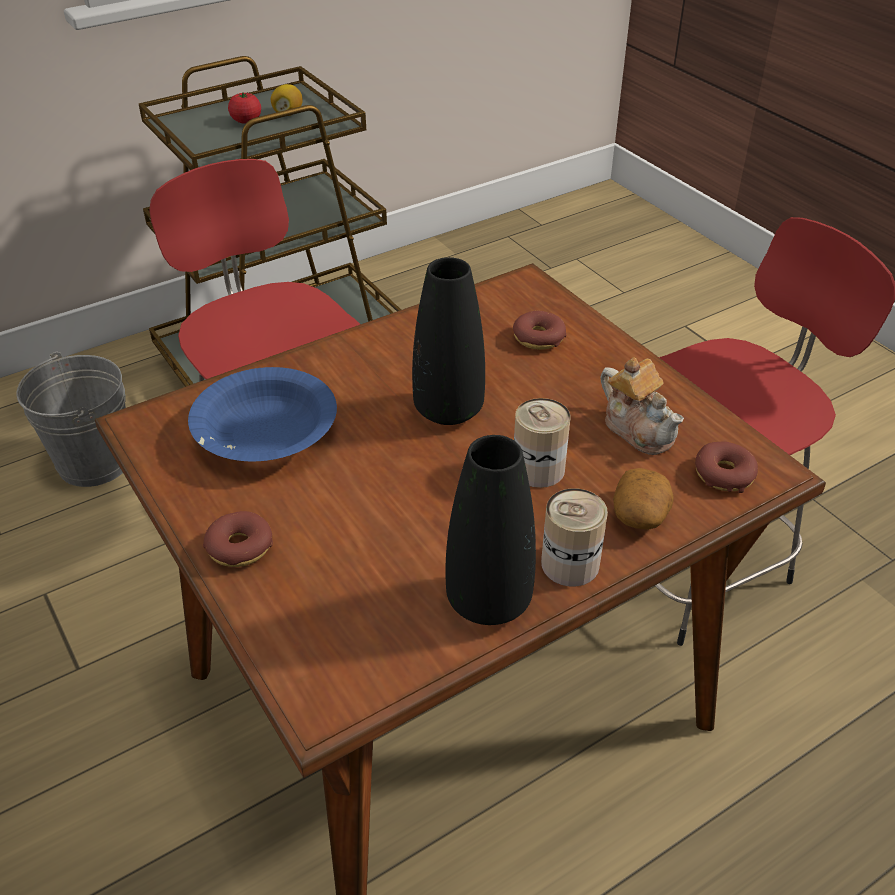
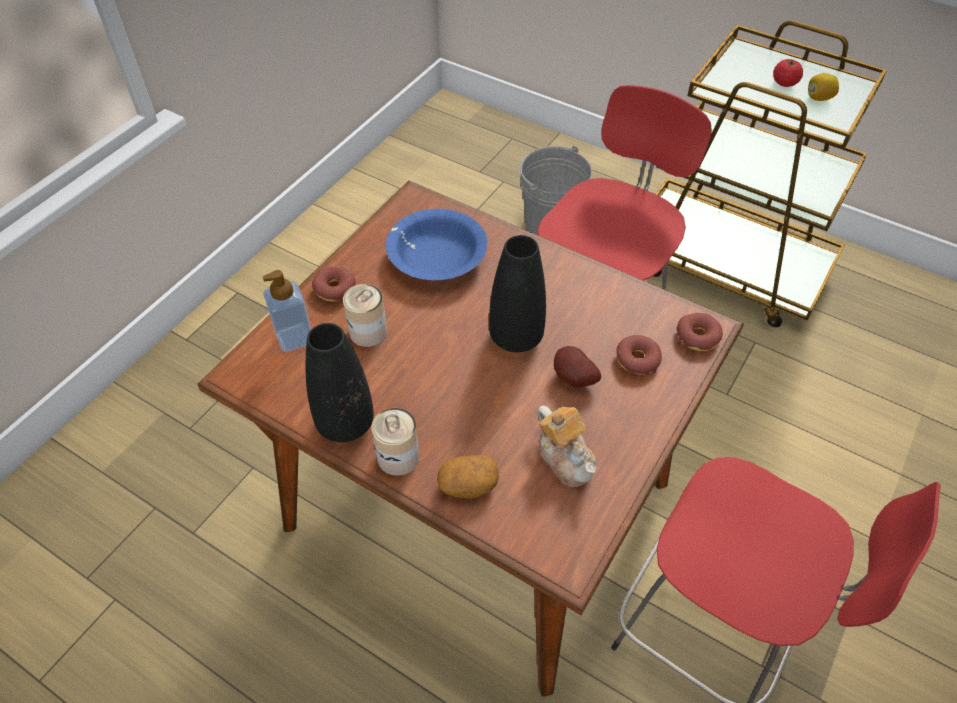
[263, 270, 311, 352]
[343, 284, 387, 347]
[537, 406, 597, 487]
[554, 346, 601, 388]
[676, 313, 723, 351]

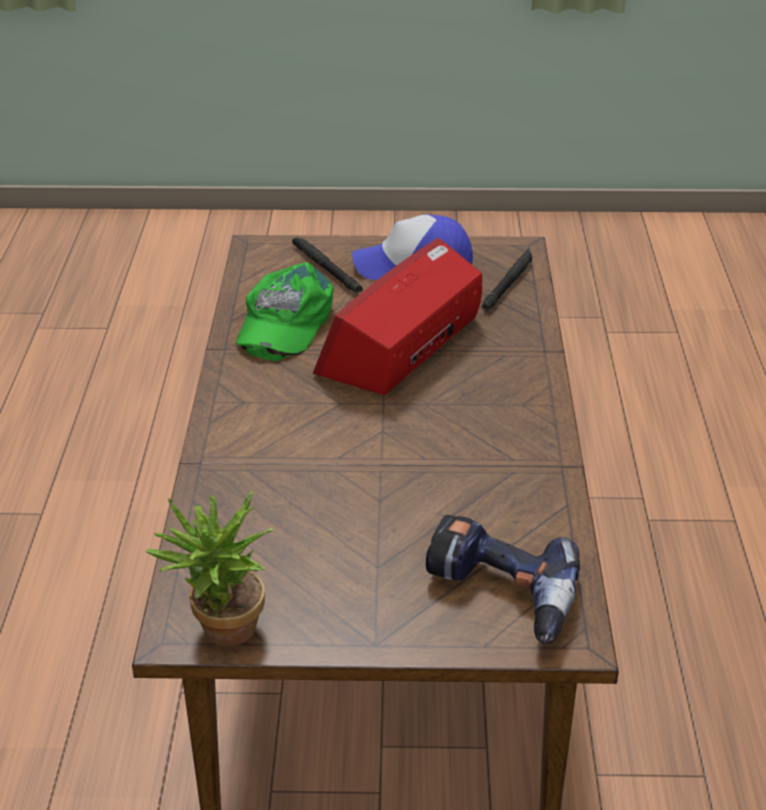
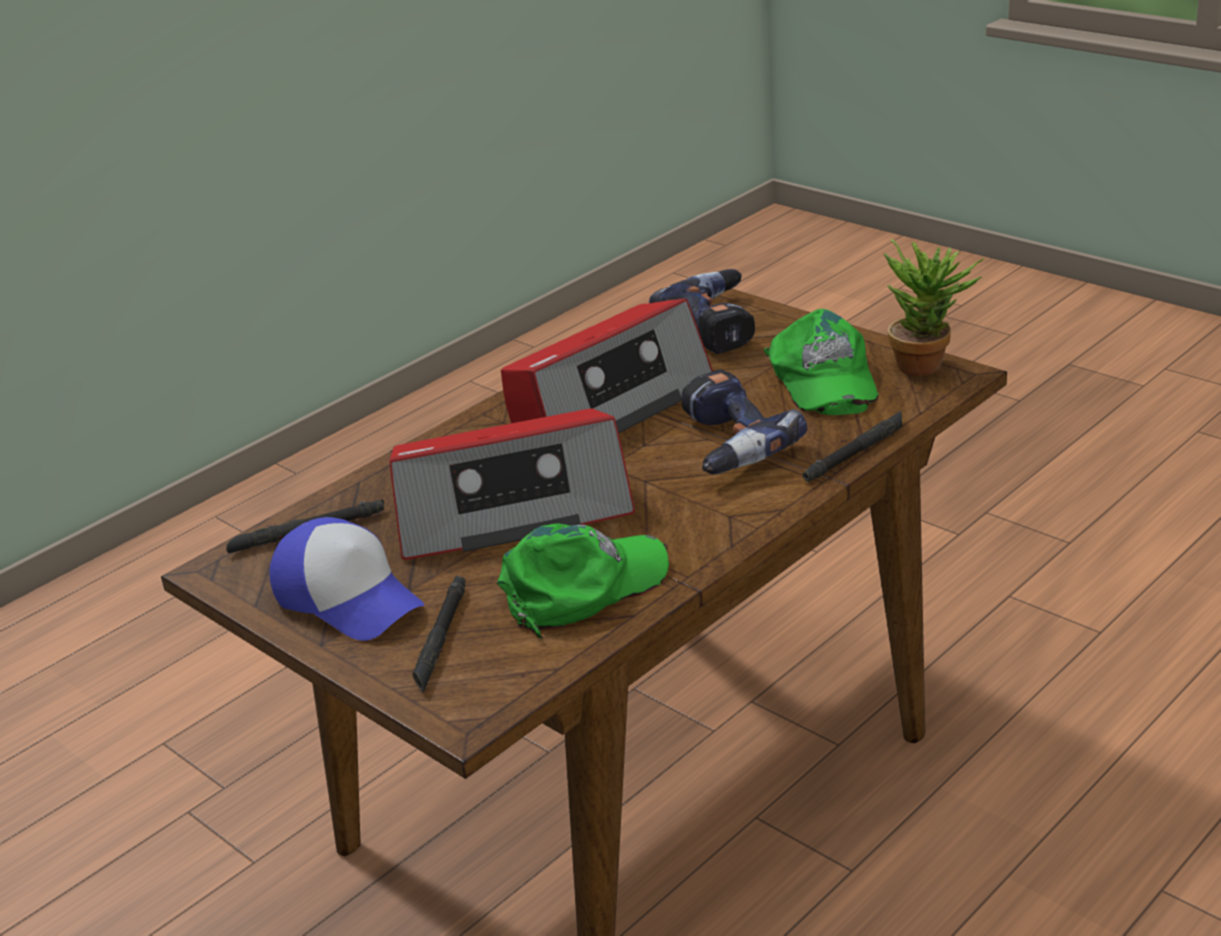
[501, 299, 713, 433]
[681, 369, 807, 474]
[764, 309, 878, 415]
[802, 410, 902, 482]

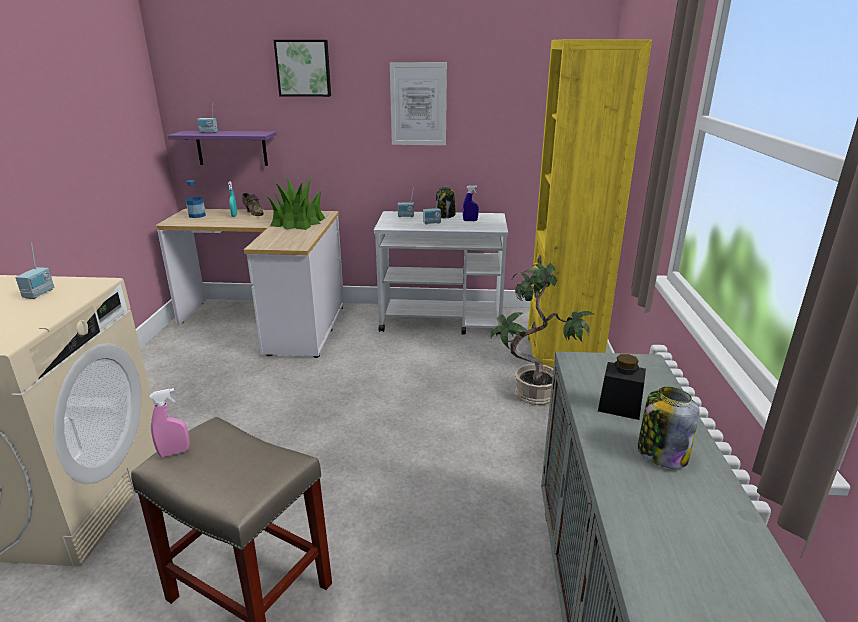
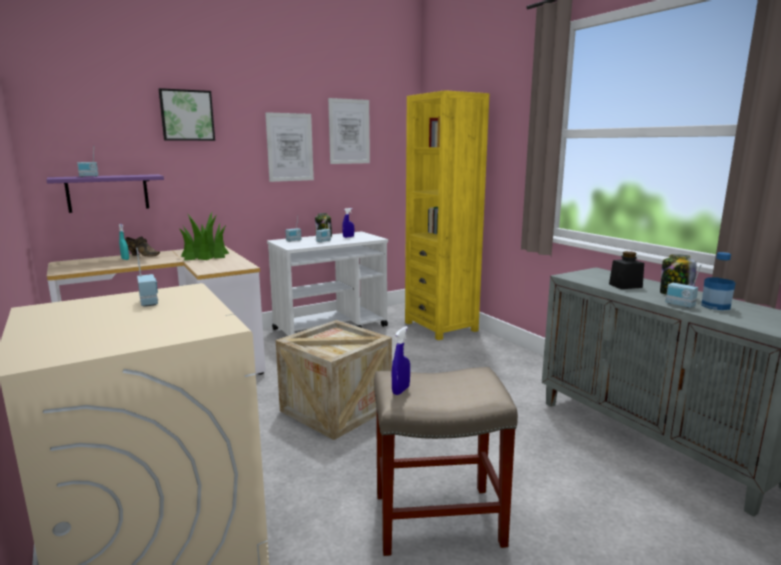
[276, 320, 392, 440]
[328, 98, 370, 164]
[392, 326, 410, 395]
[666, 265, 701, 308]
[701, 252, 736, 310]
[491, 263, 595, 405] (first image)

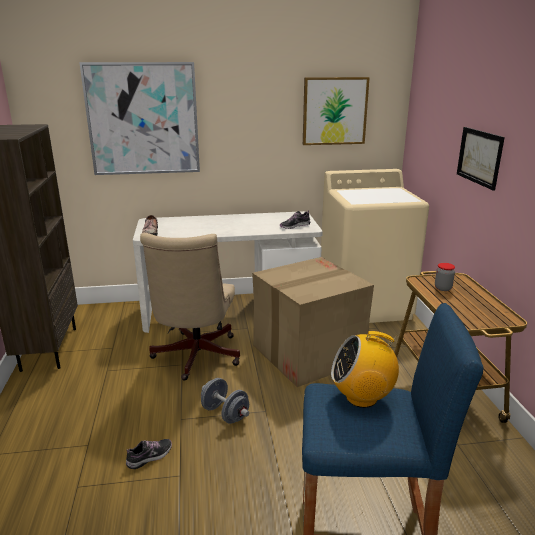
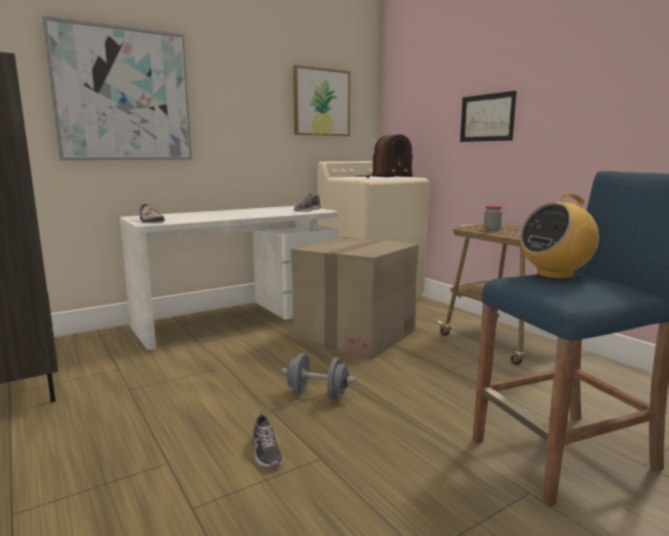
[252, 411, 283, 468]
[361, 134, 413, 178]
[140, 233, 240, 381] (first image)

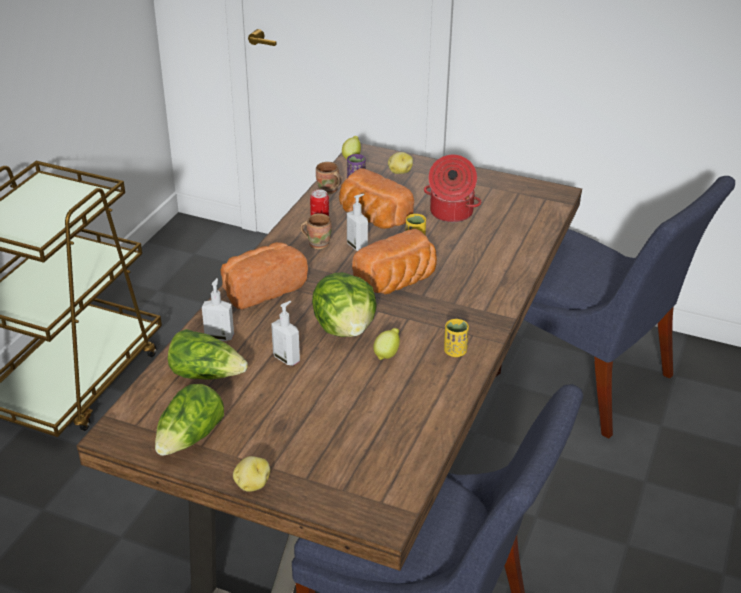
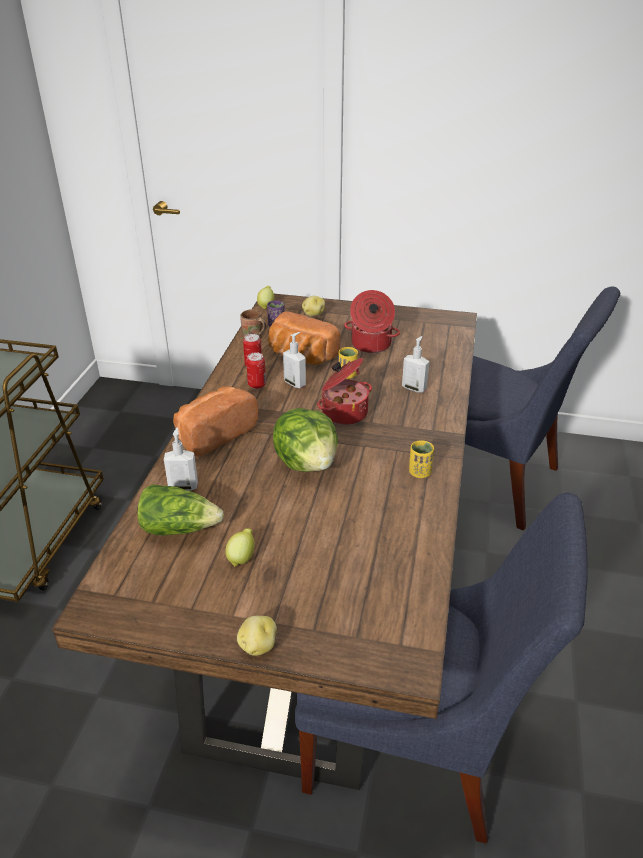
[225, 528, 255, 567]
[246, 352, 266, 389]
[317, 358, 372, 425]
[402, 336, 430, 393]
[155, 384, 224, 456] (first image)

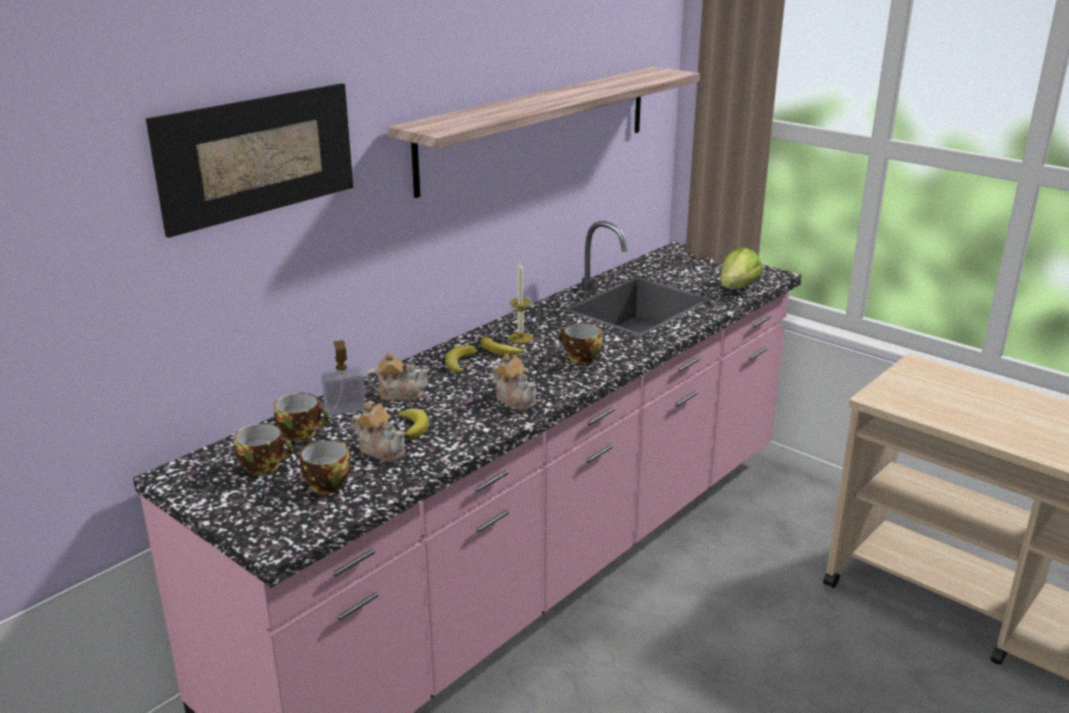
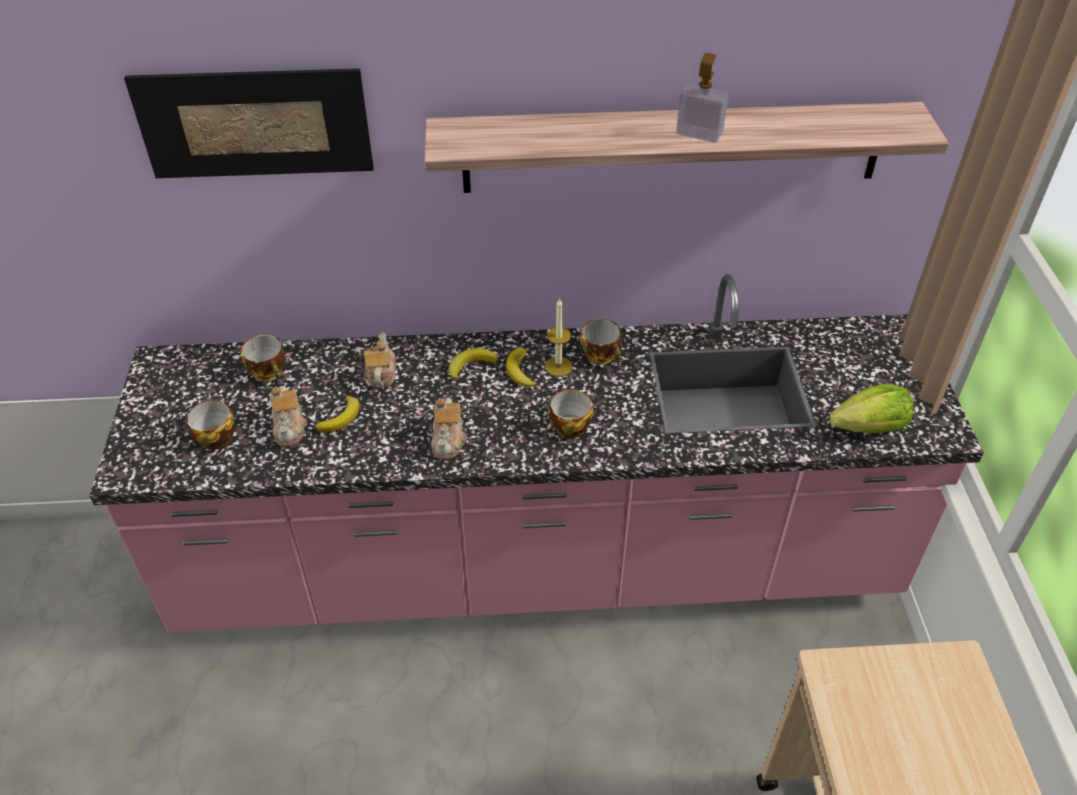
[364, 333, 396, 388]
[580, 319, 621, 365]
[676, 53, 729, 143]

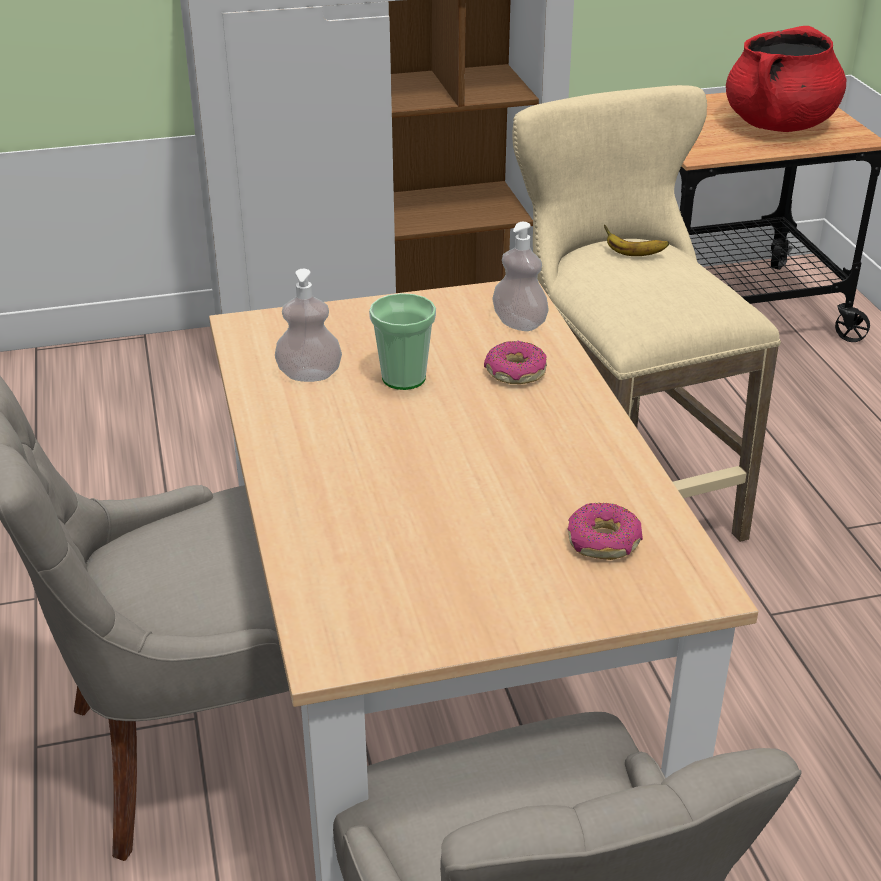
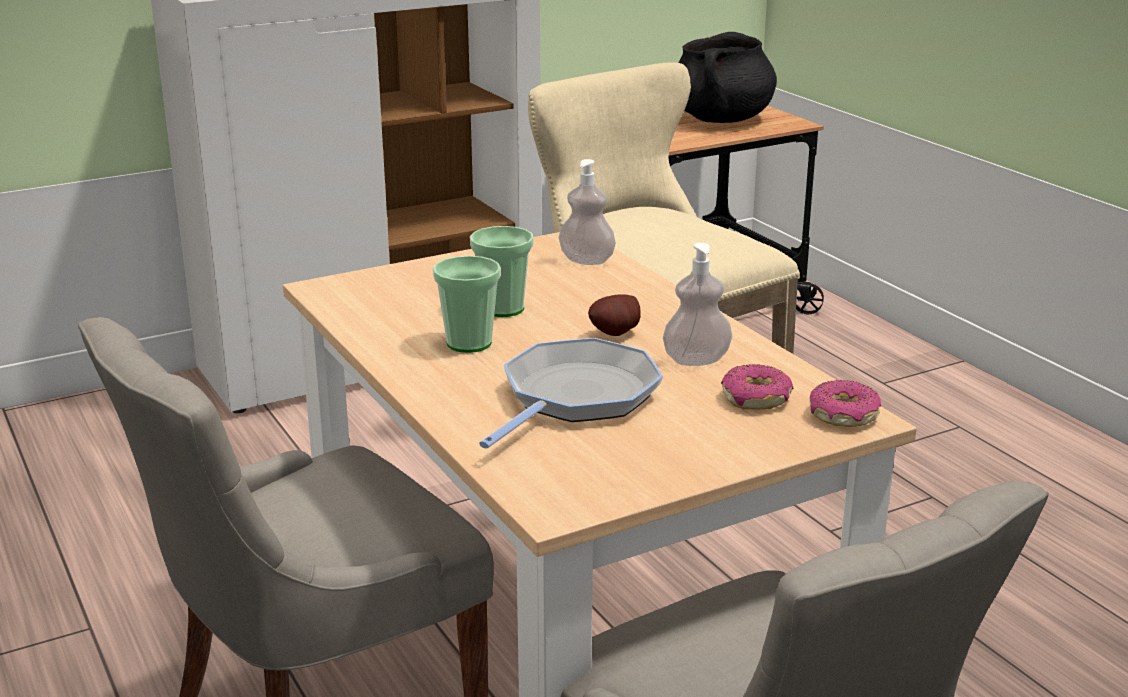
[433, 256, 501, 353]
[479, 338, 663, 449]
[588, 294, 640, 336]
[663, 243, 733, 366]
[678, 32, 777, 123]
[810, 380, 881, 427]
[604, 225, 669, 256] (first image)

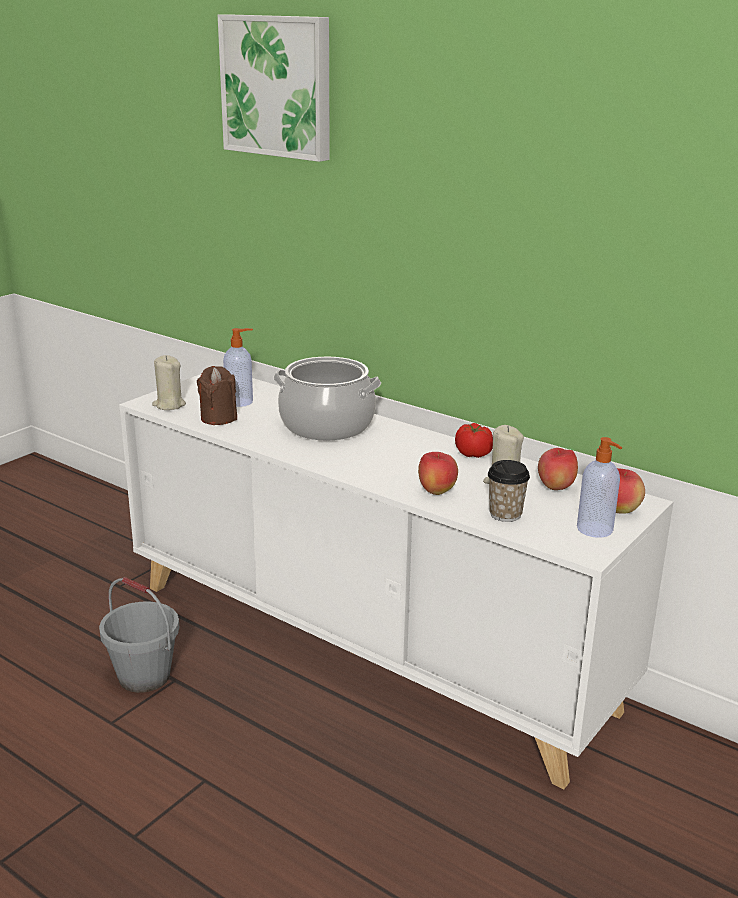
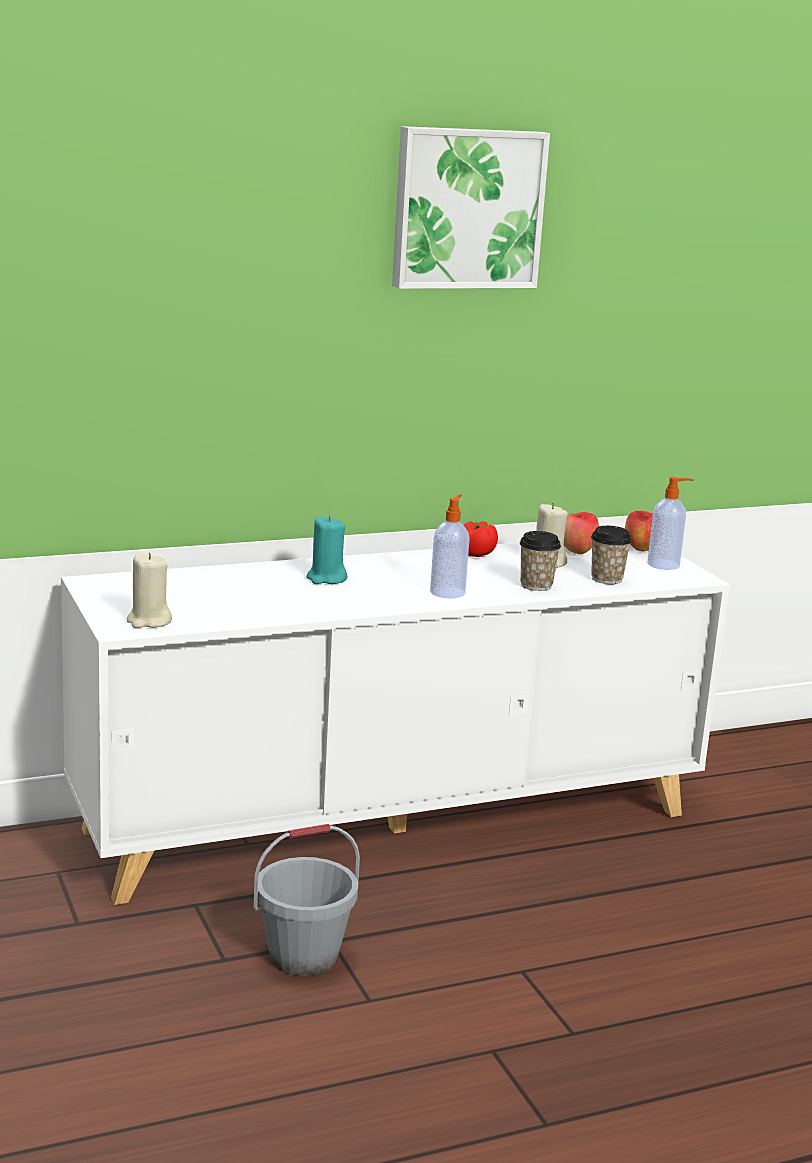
[306, 515, 347, 584]
[392, 126, 550, 289]
[430, 494, 469, 598]
[520, 531, 561, 591]
[197, 366, 237, 425] (first image)

